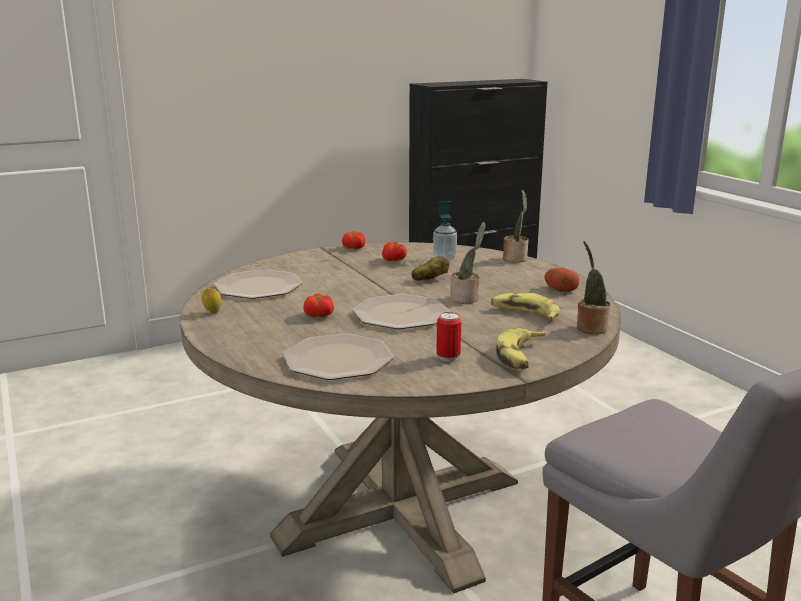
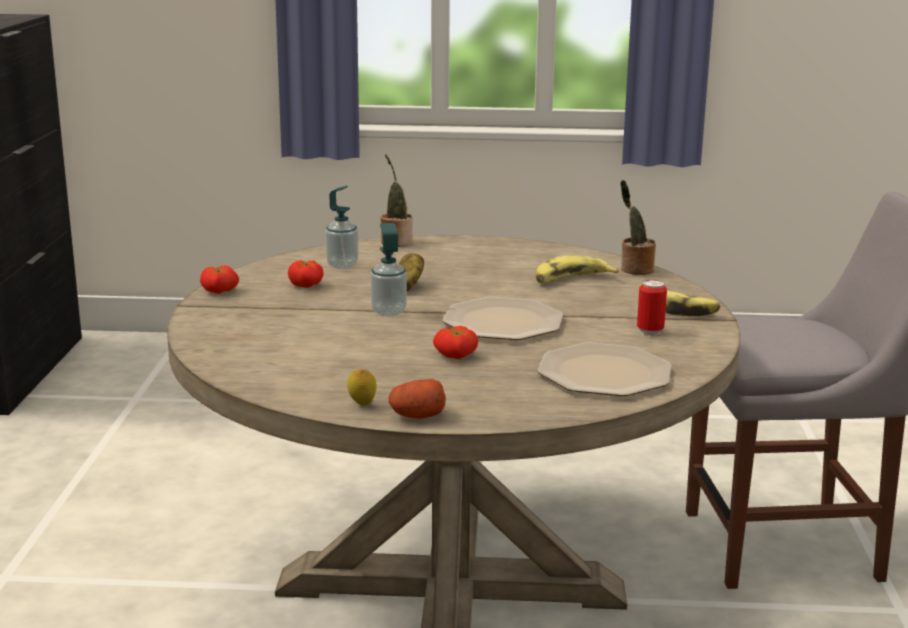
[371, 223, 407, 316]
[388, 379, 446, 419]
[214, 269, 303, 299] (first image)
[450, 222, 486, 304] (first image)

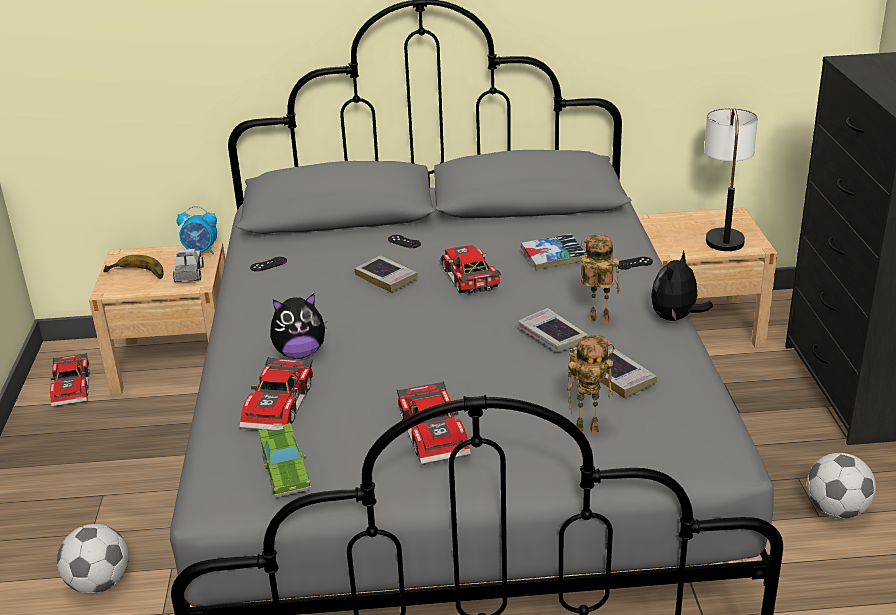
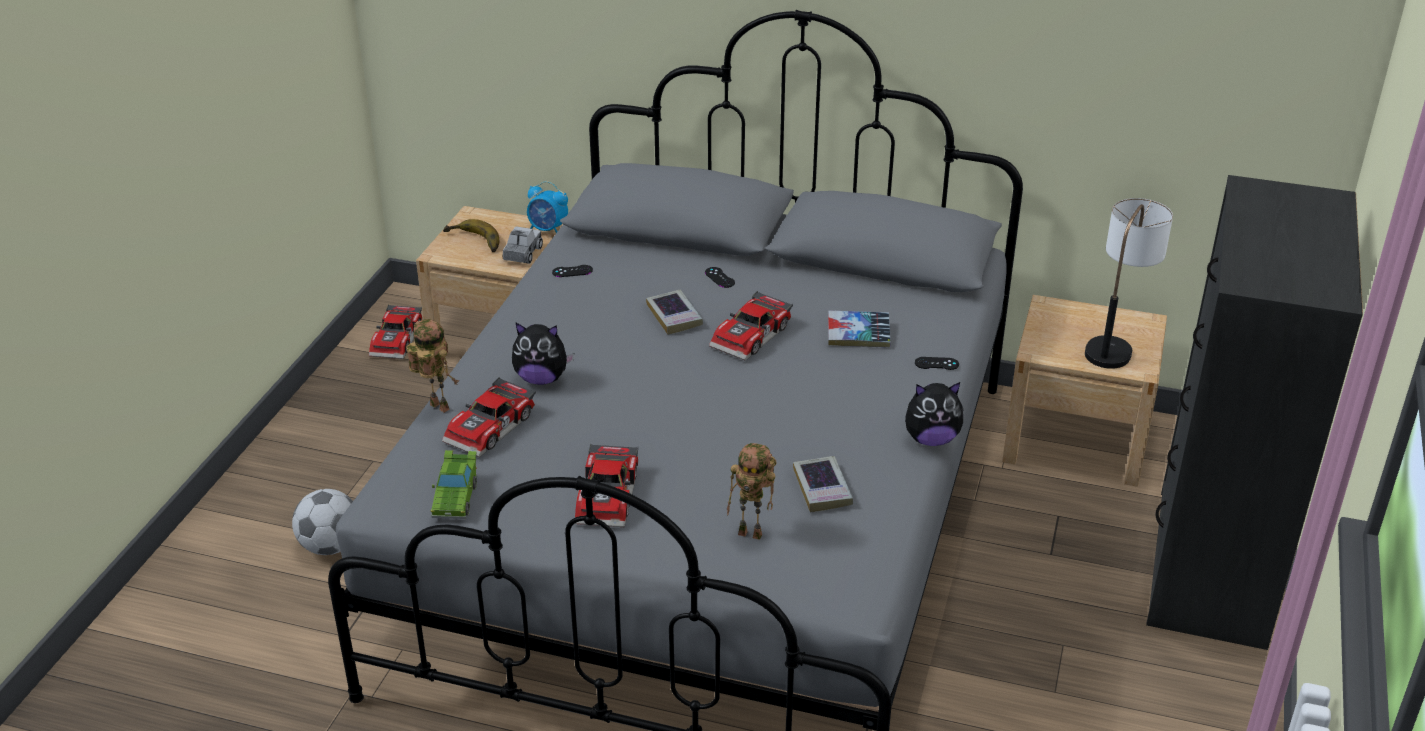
[406, 319, 459, 413]
[709, 291, 793, 361]
[905, 382, 964, 446]
[518, 308, 588, 352] (first image)
[807, 453, 876, 519] (first image)

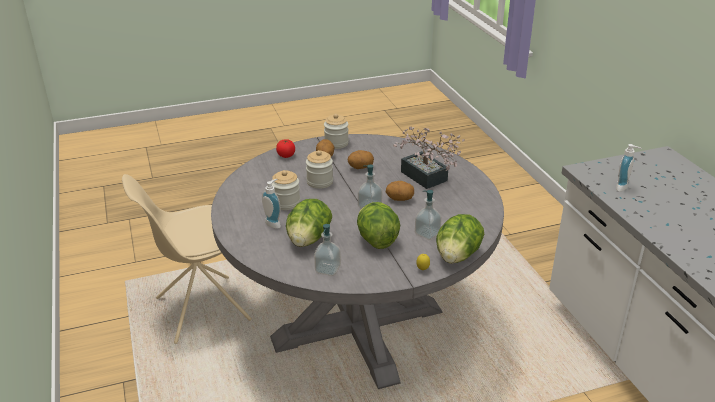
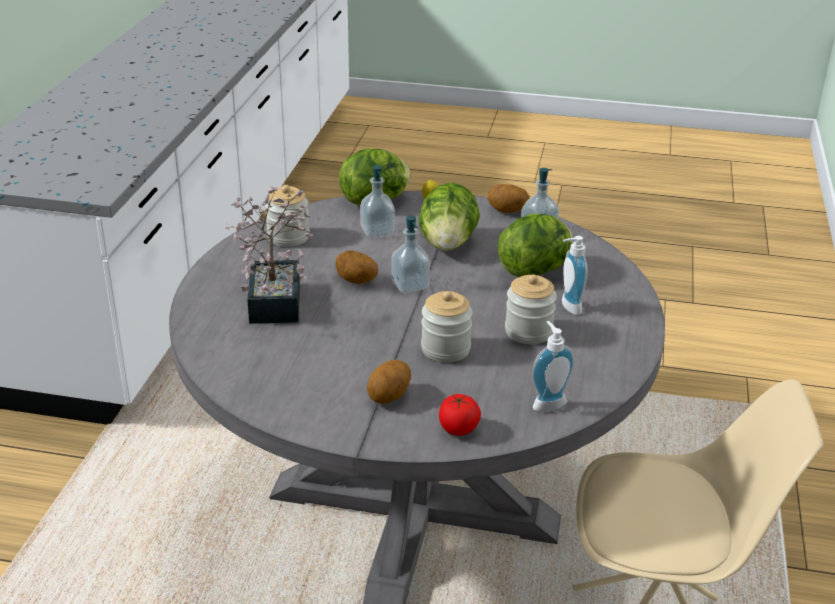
[265, 185, 310, 247]
[488, 184, 530, 213]
[531, 321, 575, 412]

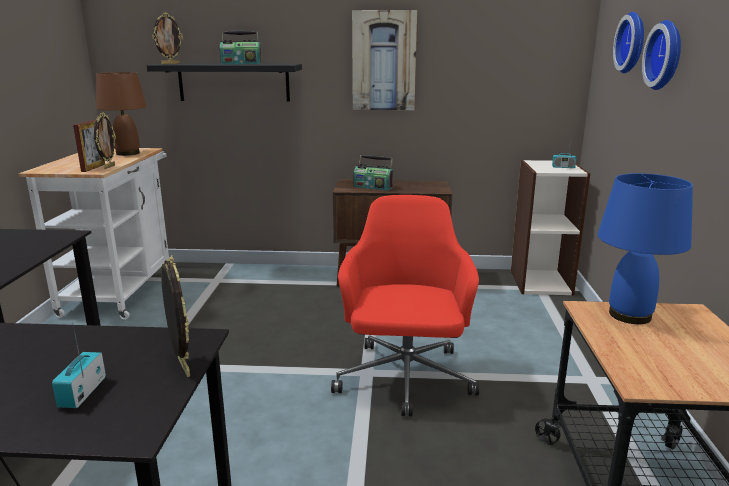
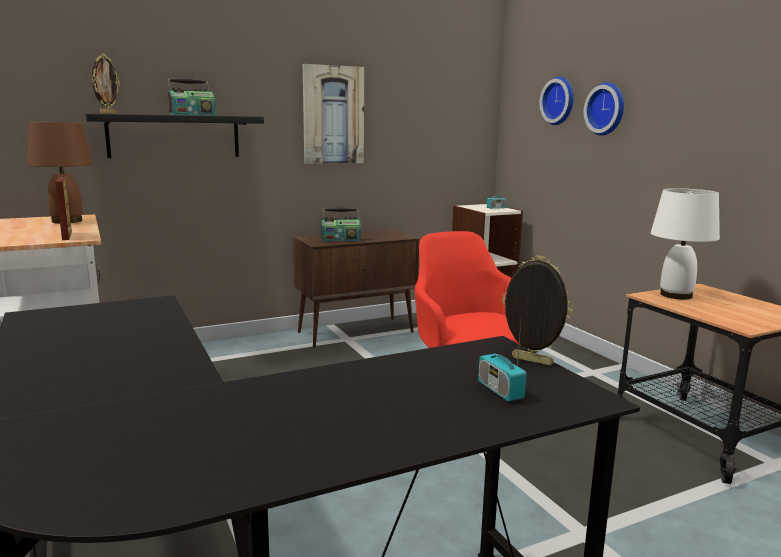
[651, 188, 720, 299]
[94, 112, 116, 169] (first image)

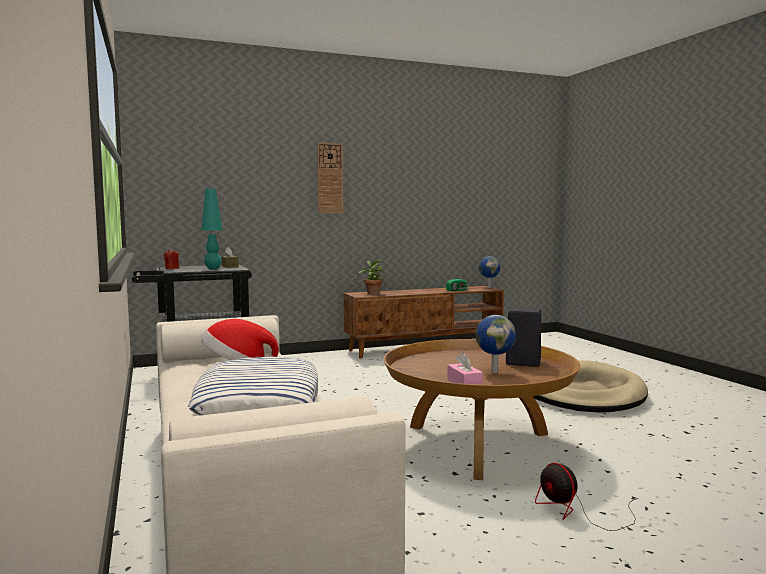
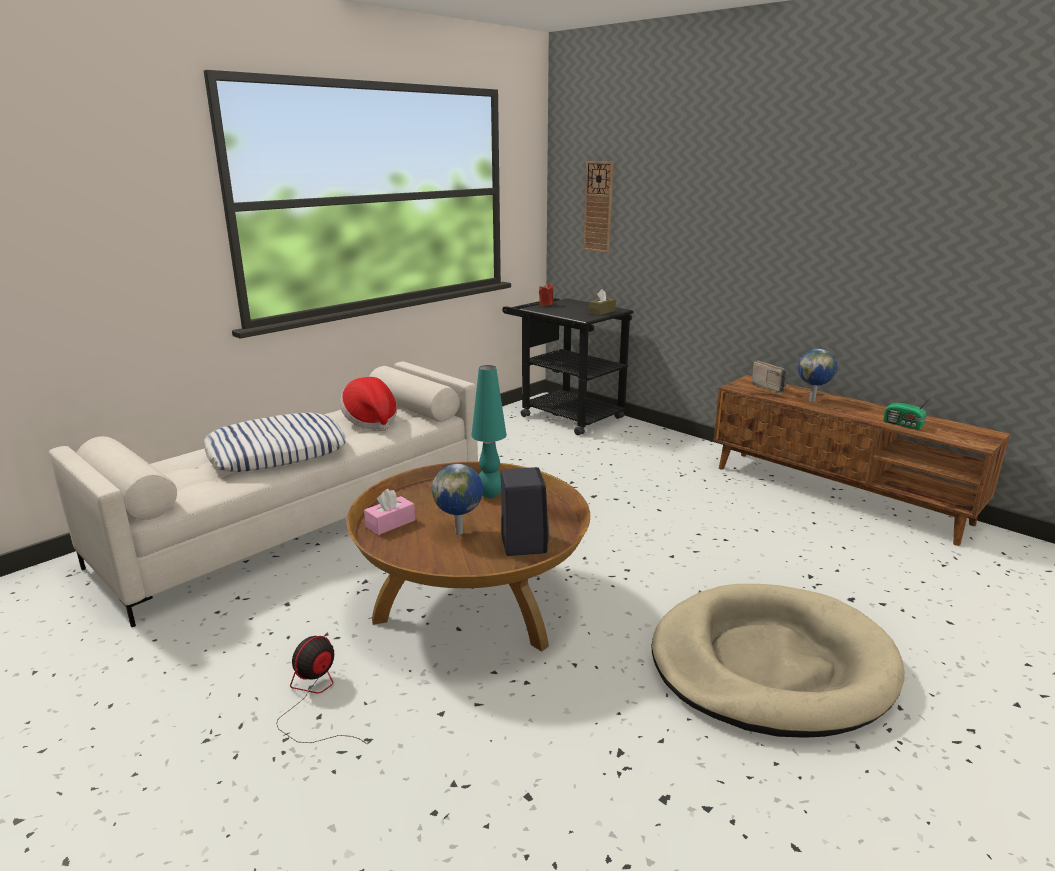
[471, 365, 507, 498]
[584, 161, 613, 253]
[751, 360, 788, 393]
[798, 349, 837, 402]

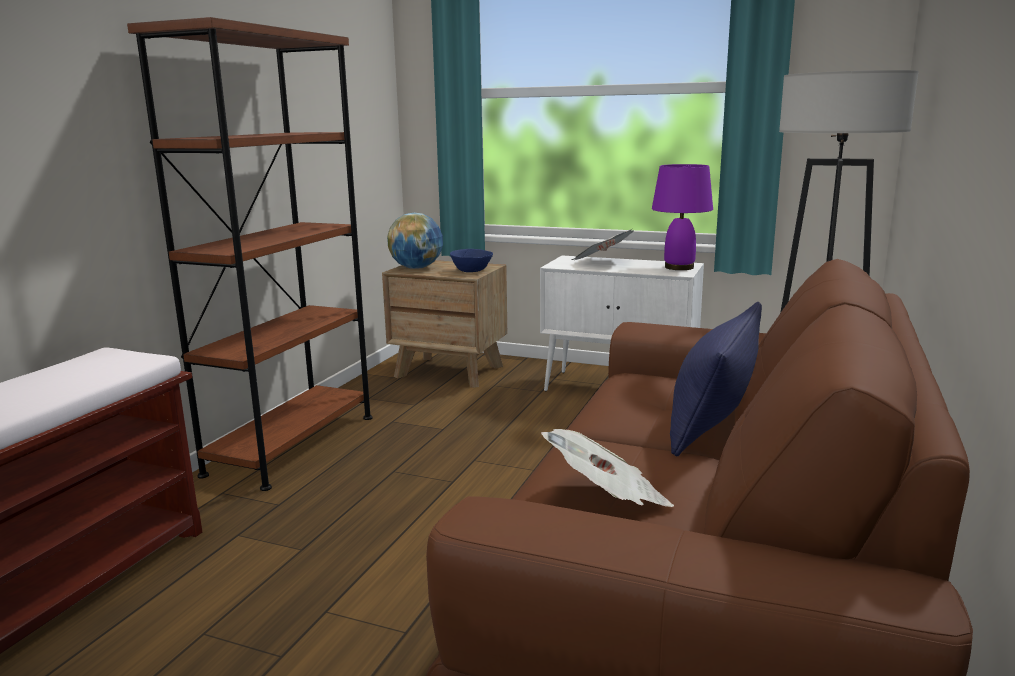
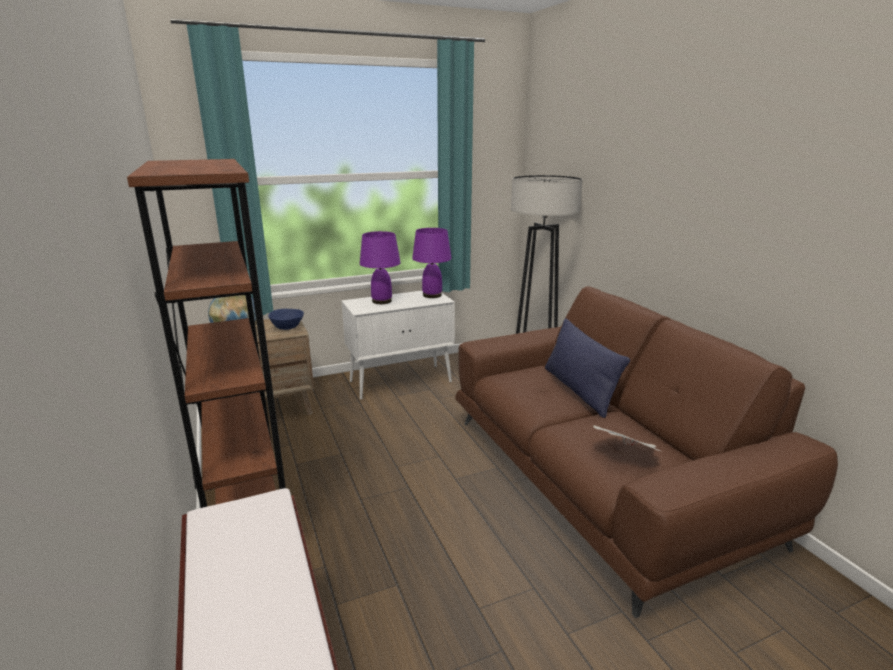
[360, 231, 401, 304]

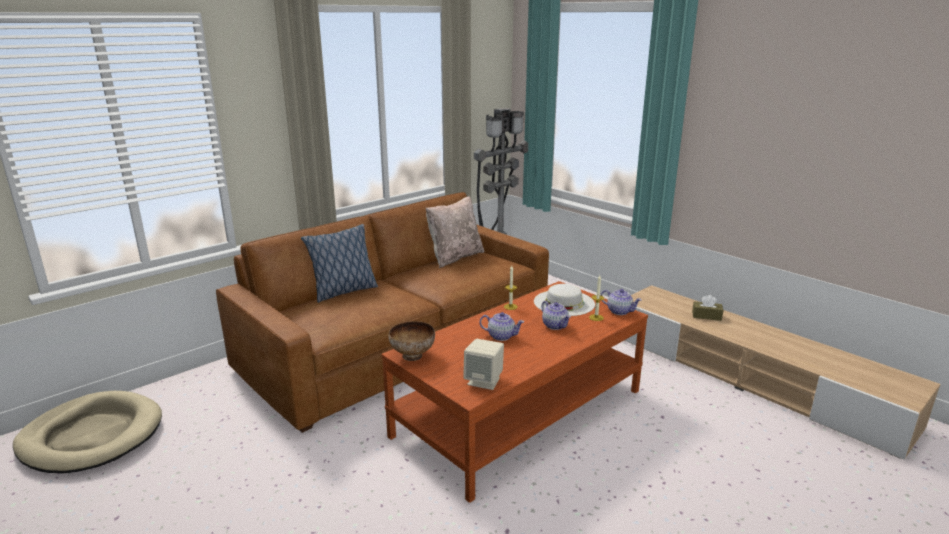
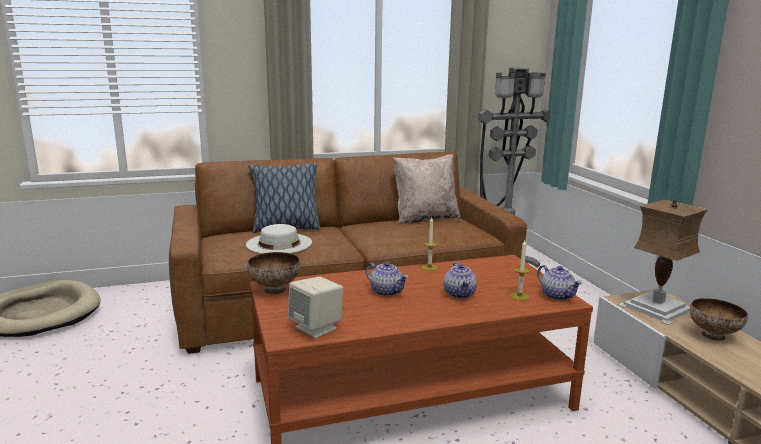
[246, 224, 312, 253]
[618, 200, 708, 325]
[690, 298, 748, 341]

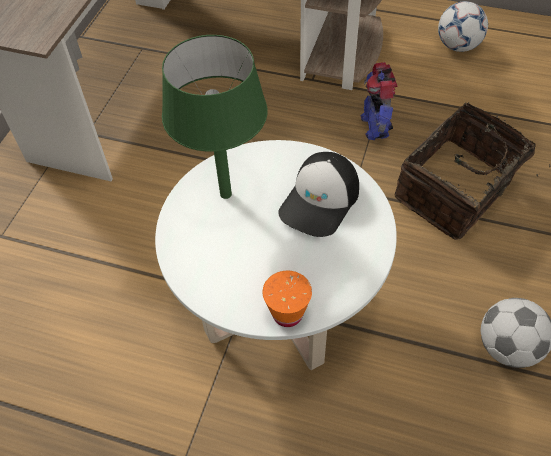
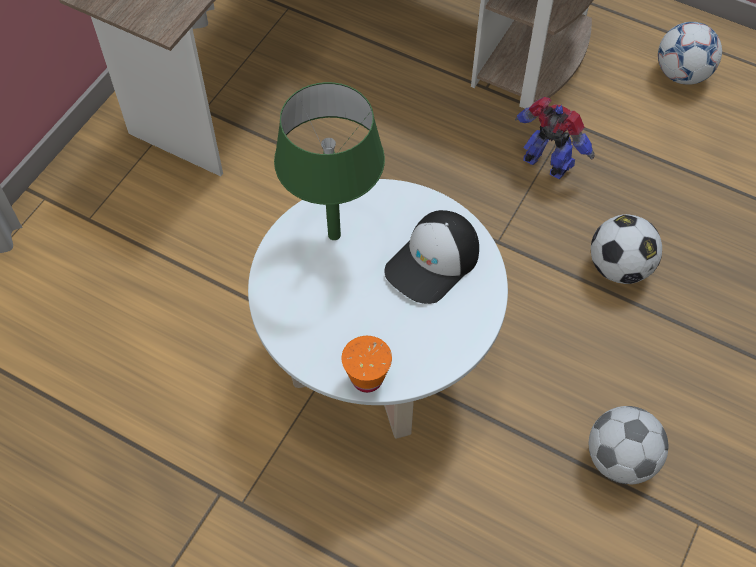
[515, 97, 594, 179]
[591, 214, 662, 284]

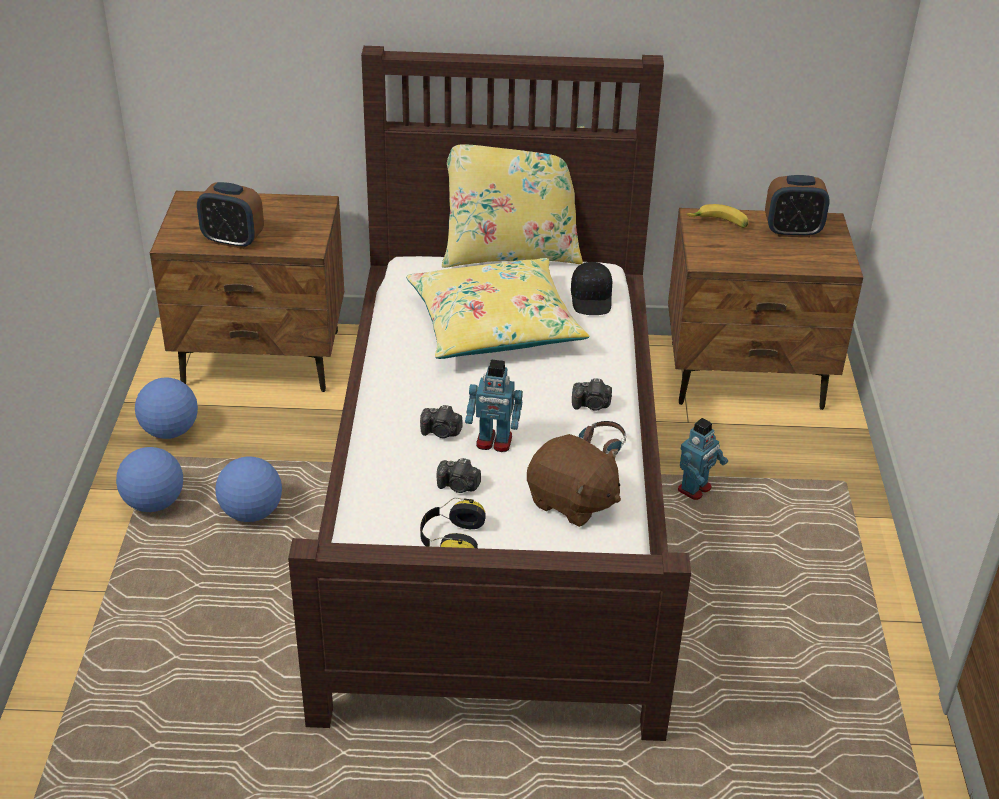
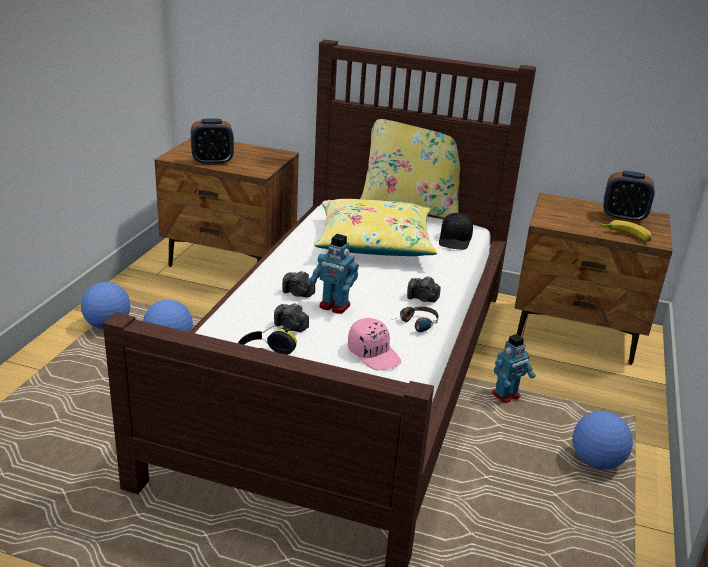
[191, 118, 234, 165]
[348, 318, 401, 370]
[573, 411, 633, 469]
[599, 220, 652, 242]

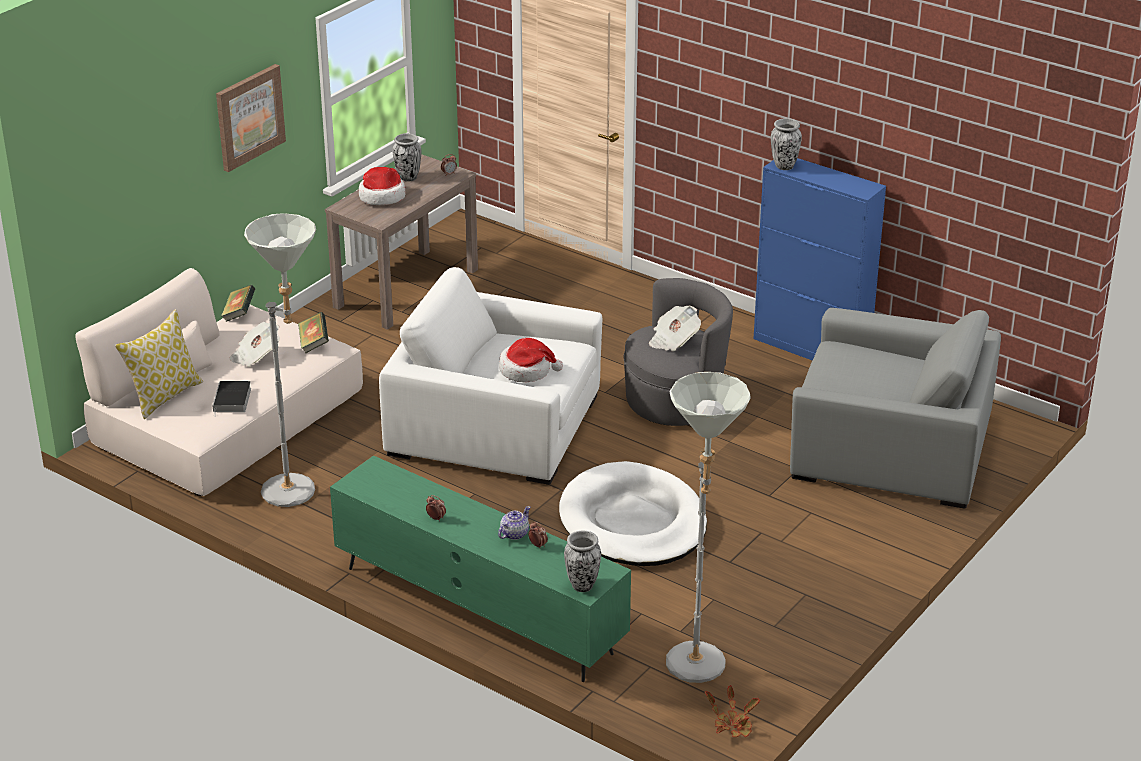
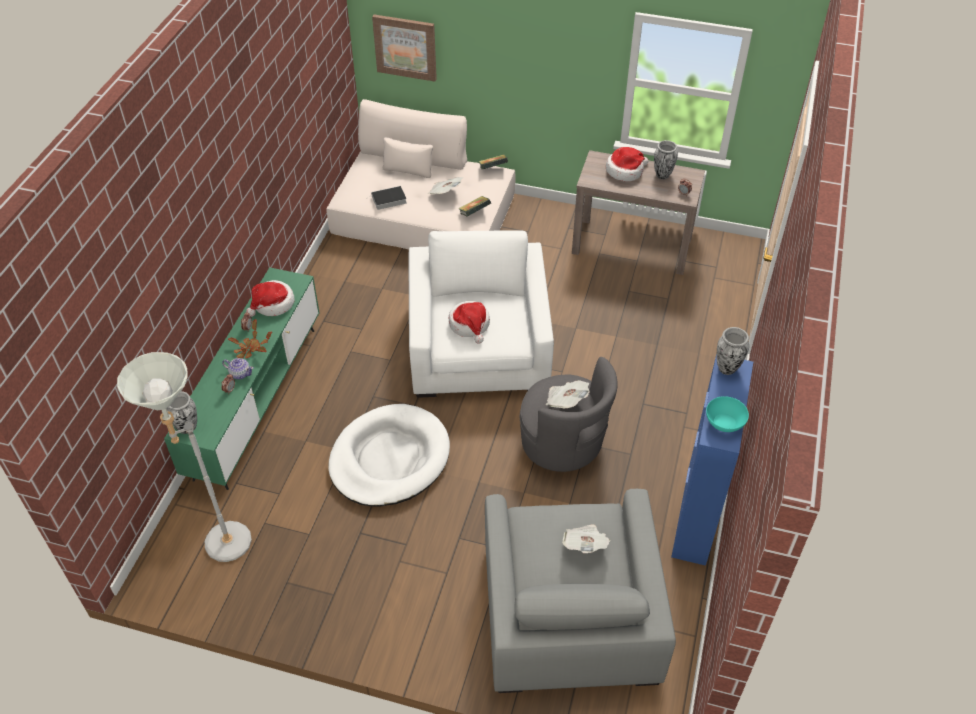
[228, 319, 272, 358]
[246, 280, 295, 317]
[372, 14, 437, 82]
[562, 524, 610, 553]
[706, 396, 749, 432]
[115, 309, 203, 419] (first image)
[244, 213, 316, 507] (first image)

